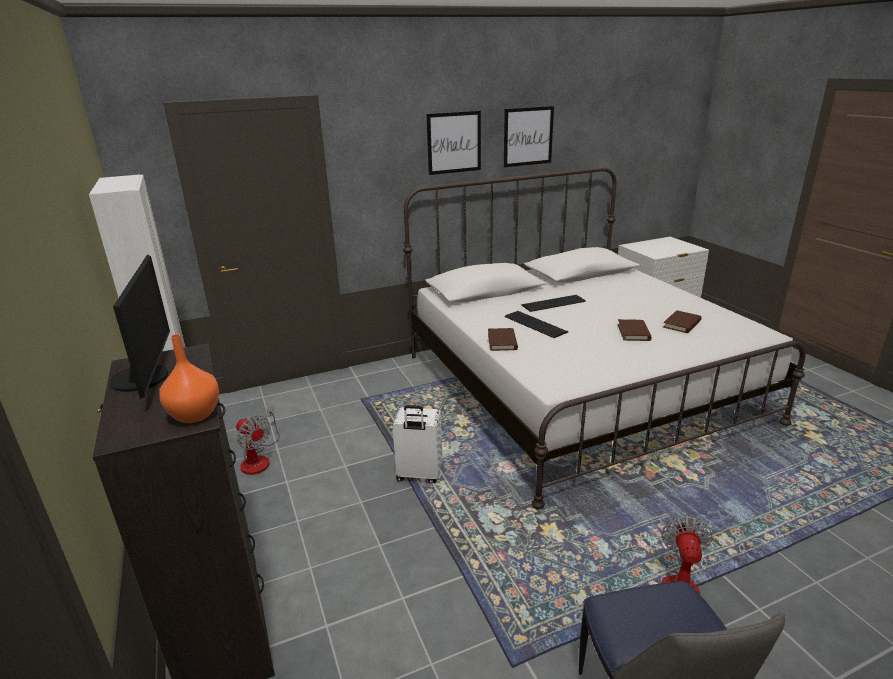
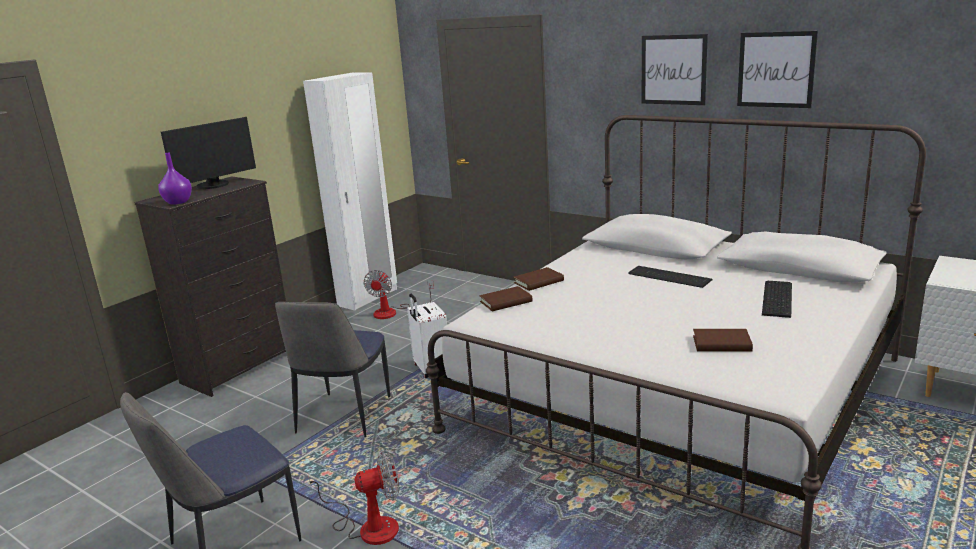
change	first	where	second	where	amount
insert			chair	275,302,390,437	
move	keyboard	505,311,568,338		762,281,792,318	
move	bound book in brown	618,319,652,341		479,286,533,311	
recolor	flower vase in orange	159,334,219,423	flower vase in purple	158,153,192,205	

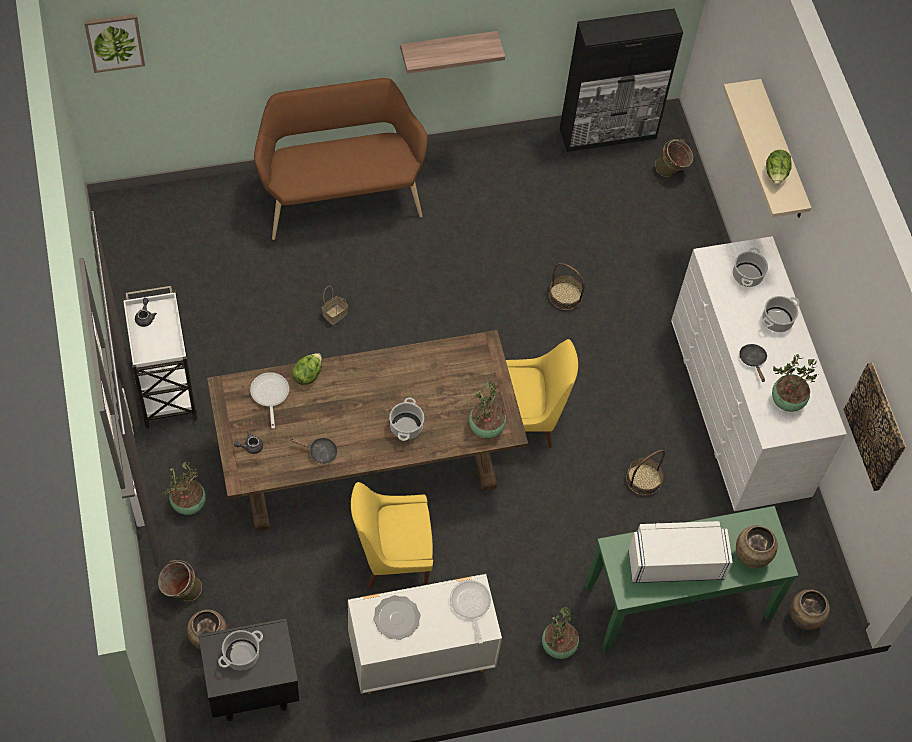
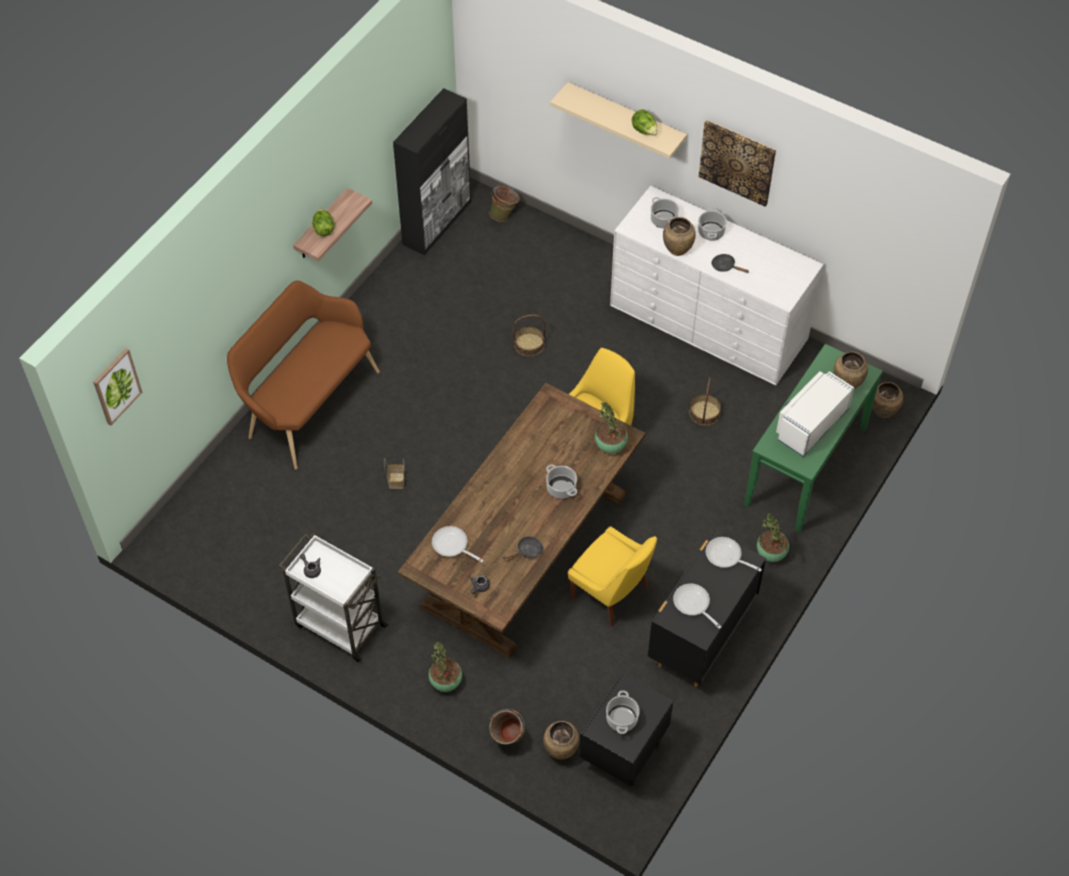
change	first	where	second	where	amount
delete	houseplant	772,354,818,412			
insert			flower vase in brown	663,217,696,256	
move	head of lettuce	292,353,322,385		312,208,334,236	
move	wall picture	843,362,906,491		699,120,776,207	
replace	flat dish	373,595,421,640	skillet	673,583,721,629	
recolor	drawer chest in whitish	348,574,502,694	drawer chest in black-coloured	648,531,766,687	
rotate	chair in yellow	351,482,433,589		568,526,657,626	90 degrees counterclockwise

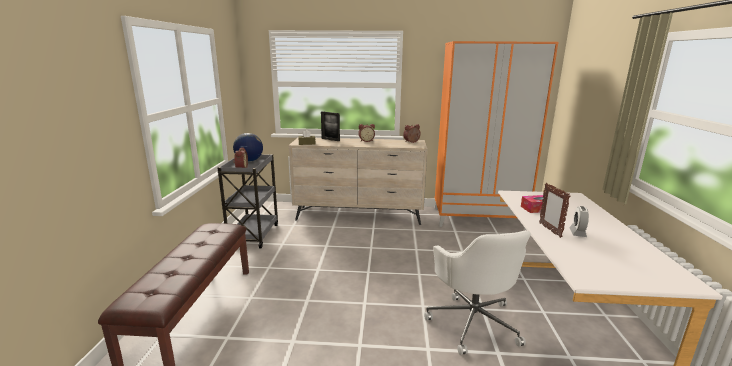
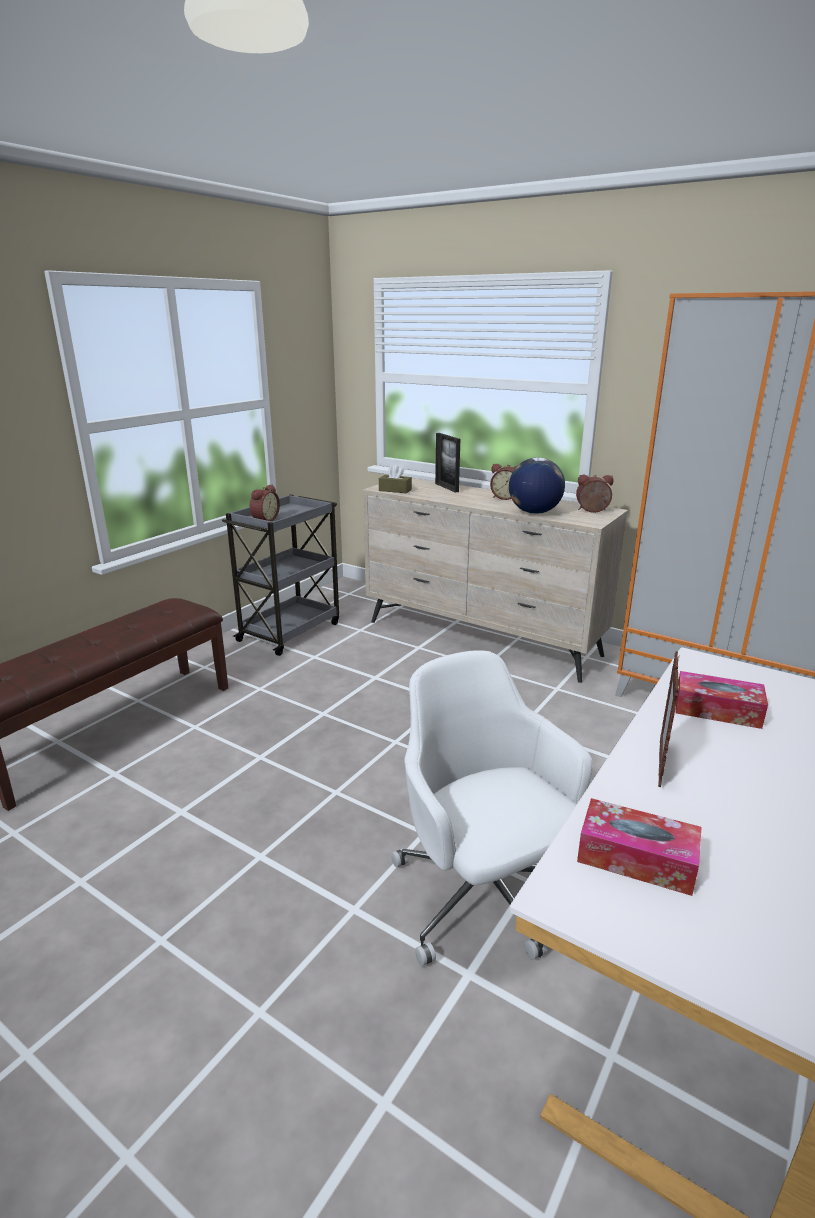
change	first	where	second	where	amount
delete	table clock	569,206,589,237			
insert			tissue holder	577,798,701,896	
move	desk globe	233,133,263,162		509,457,565,514	
rotate	desk chair in whitish	424,230,531,355		391,650,593,966	135 degrees clockwise

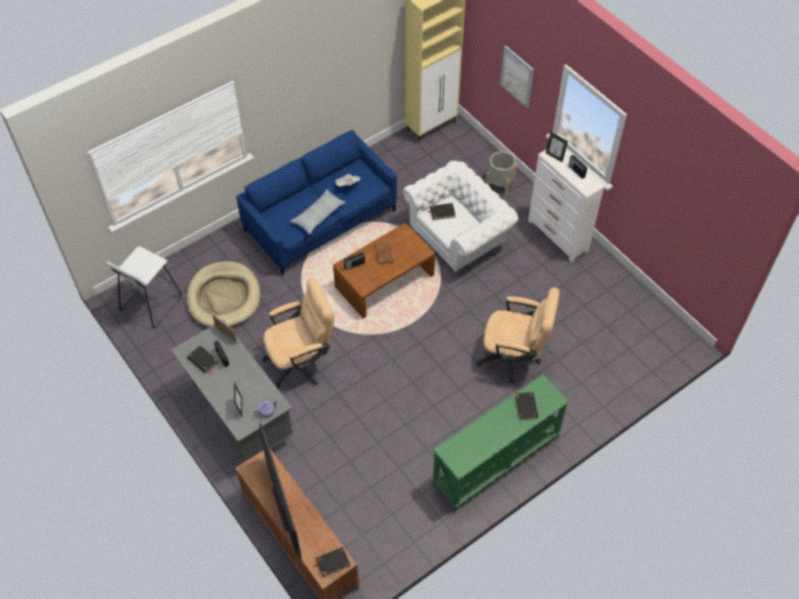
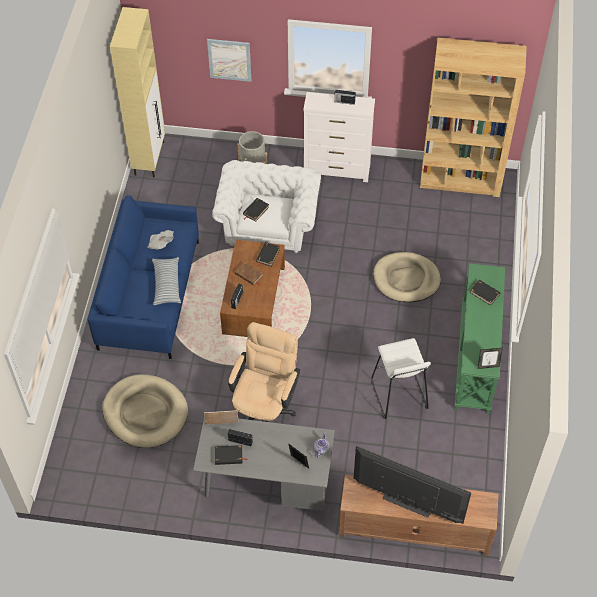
change	first	where	second	where	amount
insert			bookshelf in brown	420,38,527,197	
move	sitting stool in whitish	106,246,182,328		371,338,431,419	
move	bound book in black-coloured	313,547,350,577		256,242,280,266	
move	standing frame	545,132,568,162		477,348,503,369	
replace	desk chair in beige	476,287,560,383	pet bed in beige	373,252,441,302	

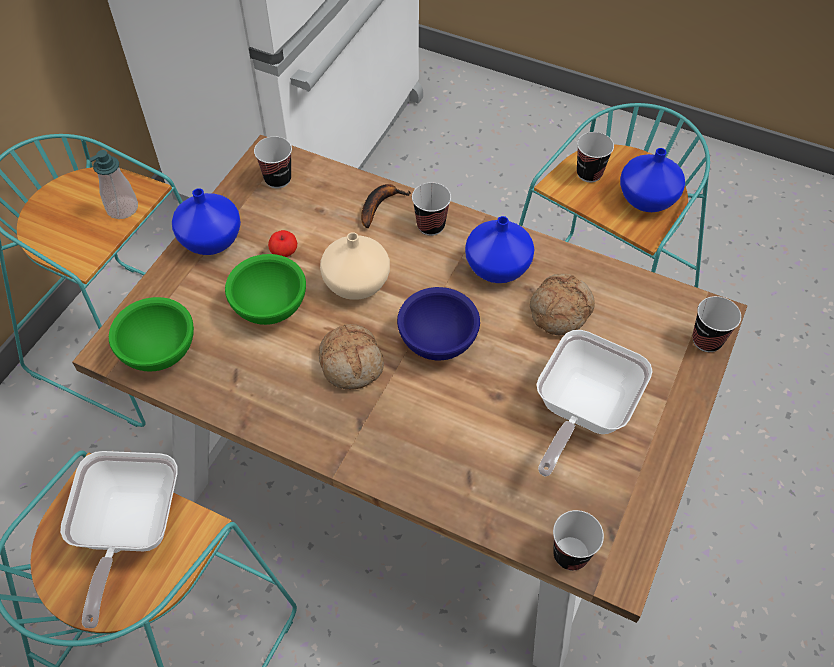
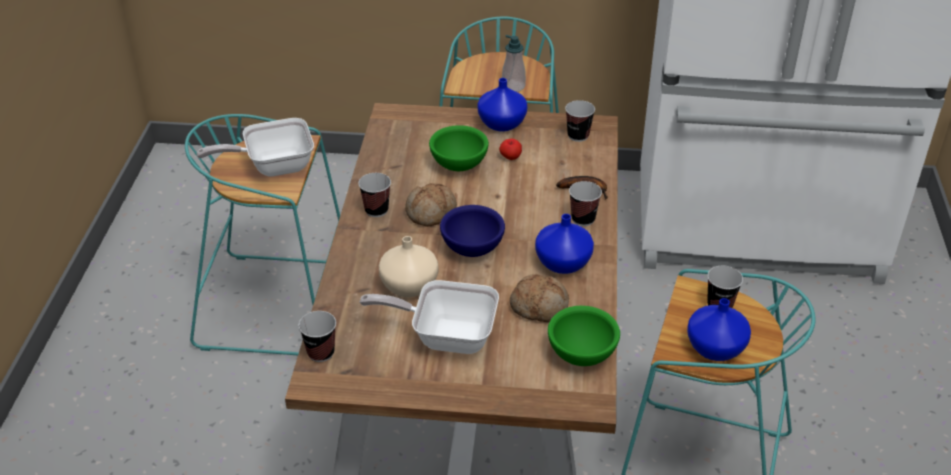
change	first	where	second	where	amount
move	bowl in greenish	109,297,194,372		548,306,620,366	
move	flower vase in beige	320,232,390,300		379,236,438,297	
move	cup	692,296,741,352		358,173,391,217	

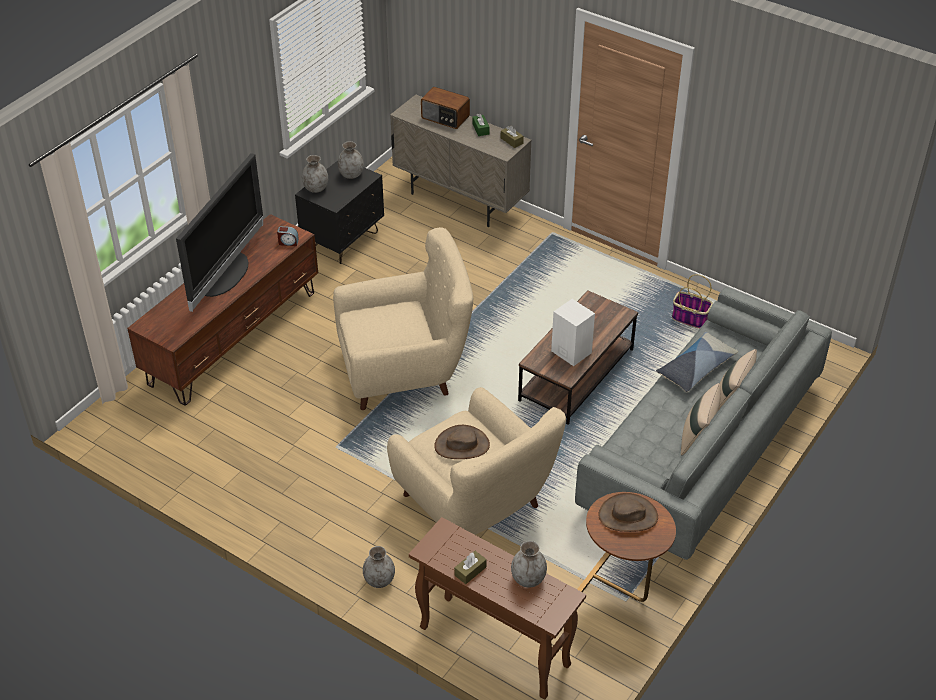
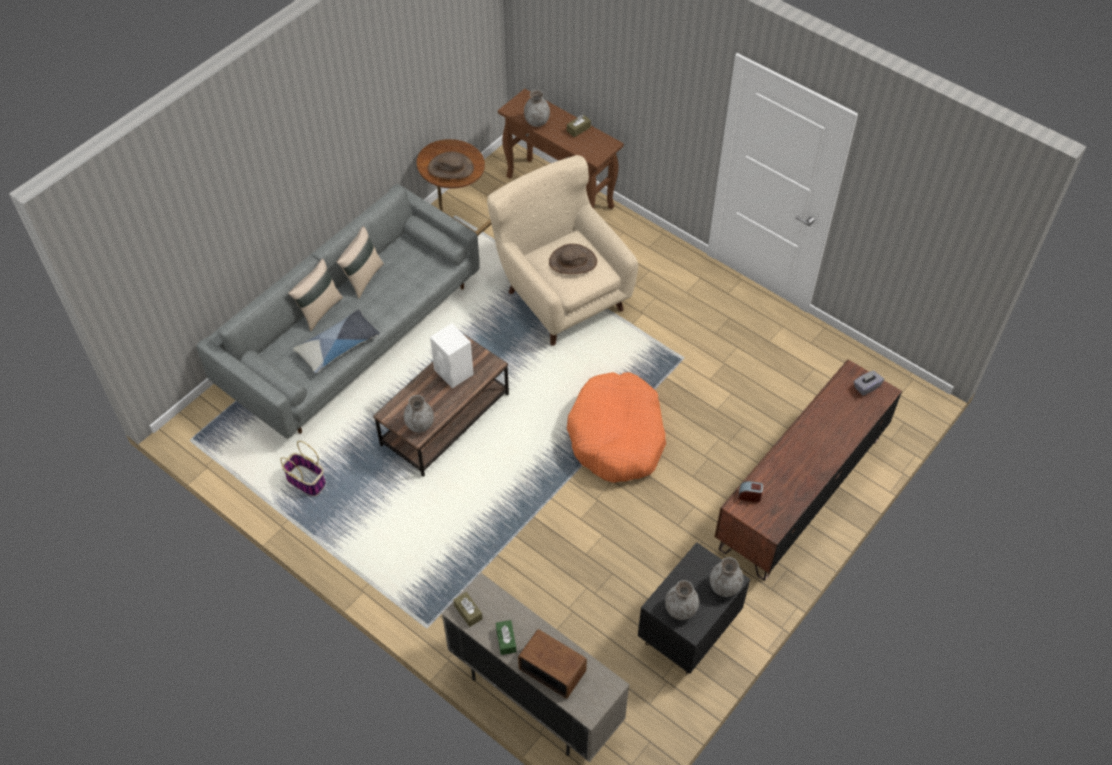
change	first	where	second	where	amount
delete	TV	176,153,263,312			
insert			tissue holder in greyish	853,371,884,396	
move	flower vase in greyish	363,546,395,588		404,395,434,433	
replace	lounge chair in beige	333,227,473,410	pet bed in orange	567,372,666,483	

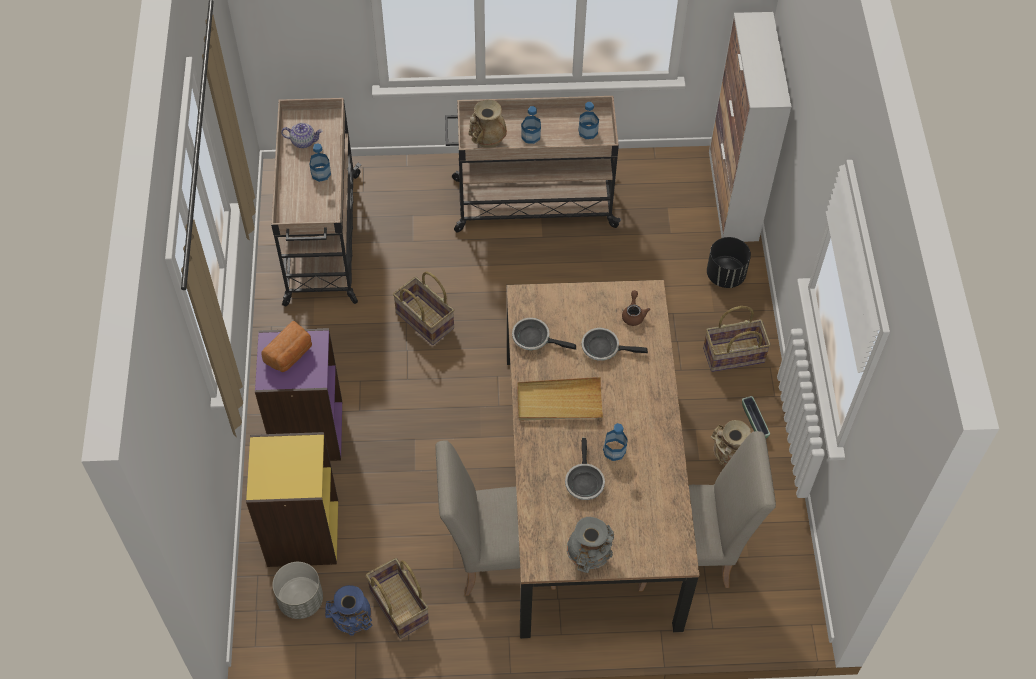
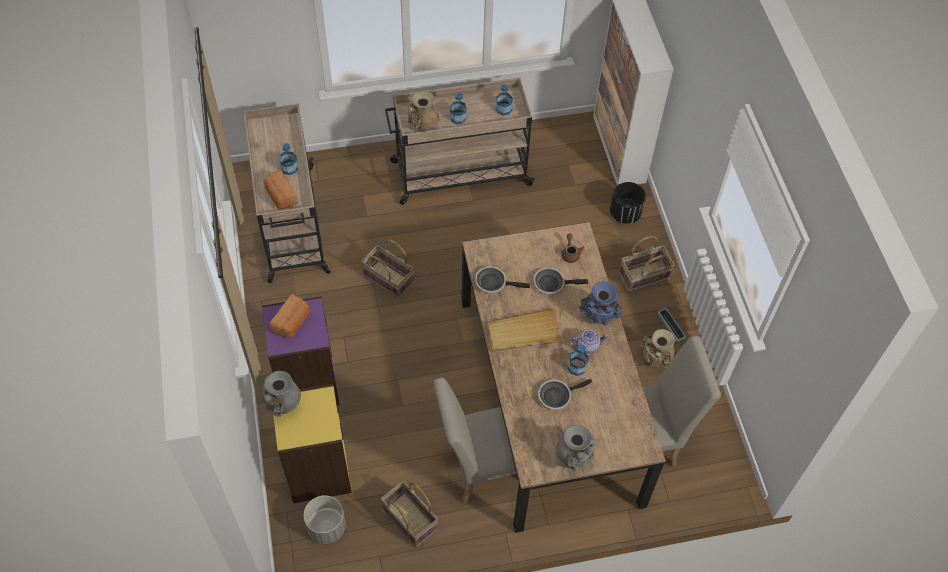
change	first	where	second	where	amount
insert			flower vase in greyish	262,371,301,417	
insert			baked bread	263,170,298,209	
move	tea pot	281,123,322,148		569,329,609,354	
move	flower vase in bluish	325,585,372,636		579,282,622,326	
rotate	skillet	565,438,605,500		538,379,592,410	75 degrees clockwise

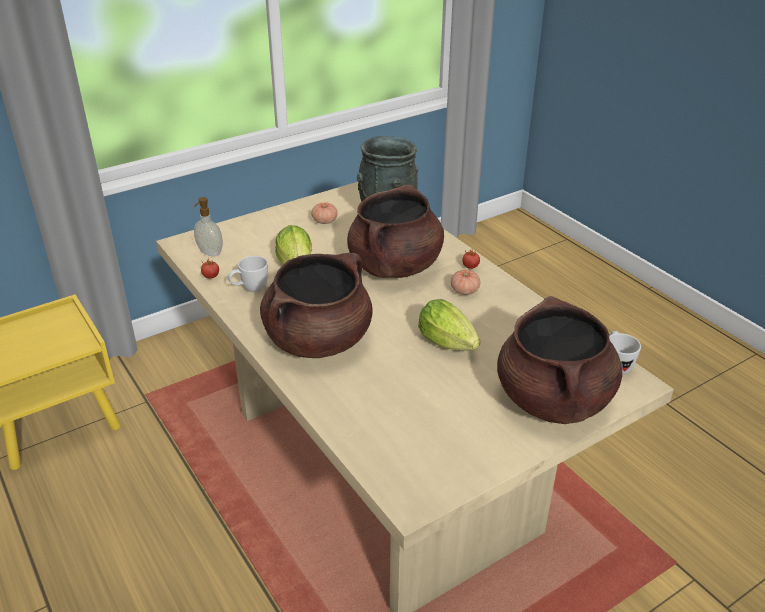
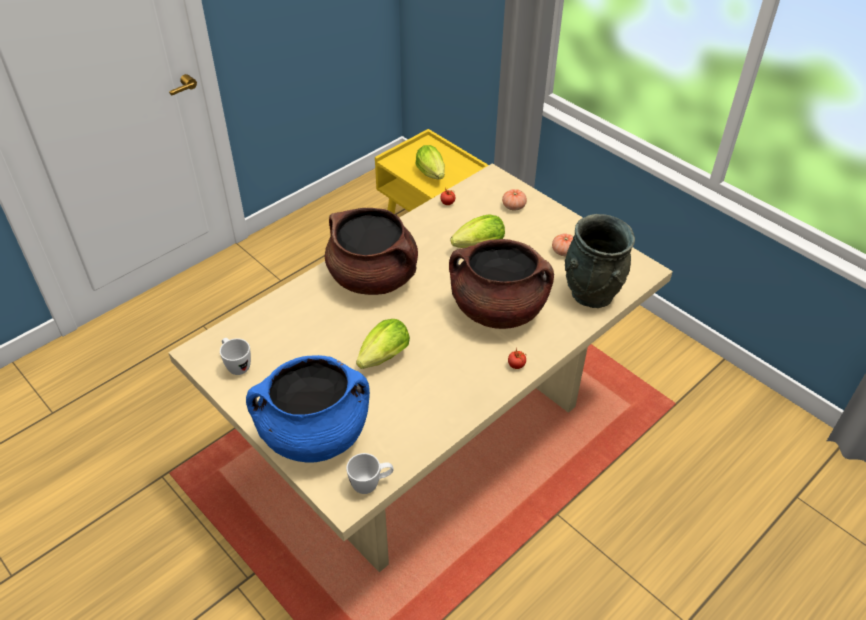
change	first	where	second	where	amount
delete	soap dispenser	194,197,223,257			
insert			head of lettuce	416,145,445,179	
move	mug in whitish	228,256,268,292		220,338,251,375	
move	whole tomato	451,270,480,295		502,189,527,211	
recolor	cooking pot in brown	497,296,622,424	cooking pot in bluish	246,355,370,463	

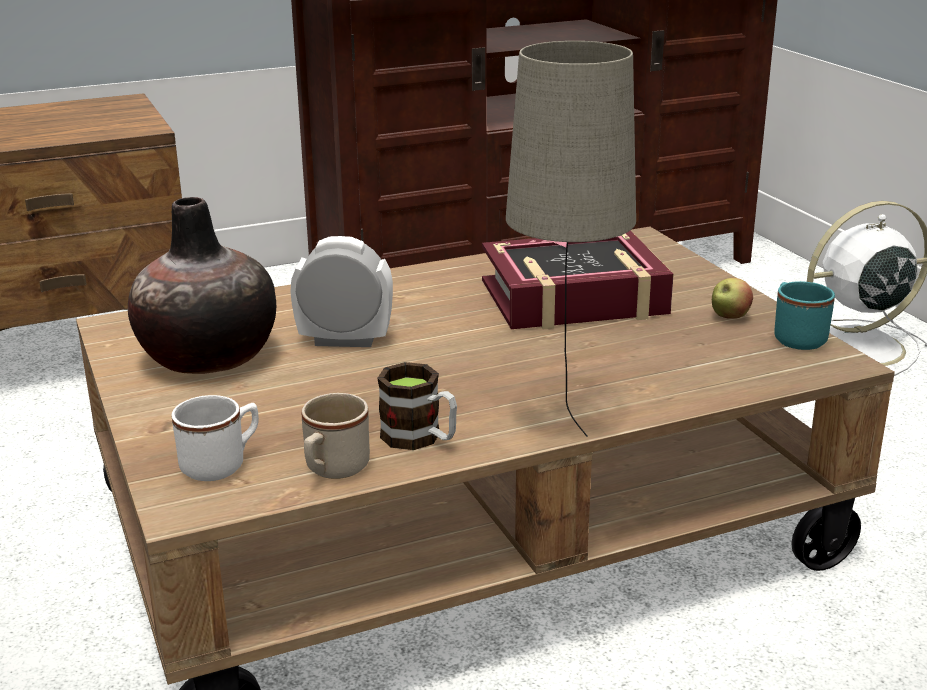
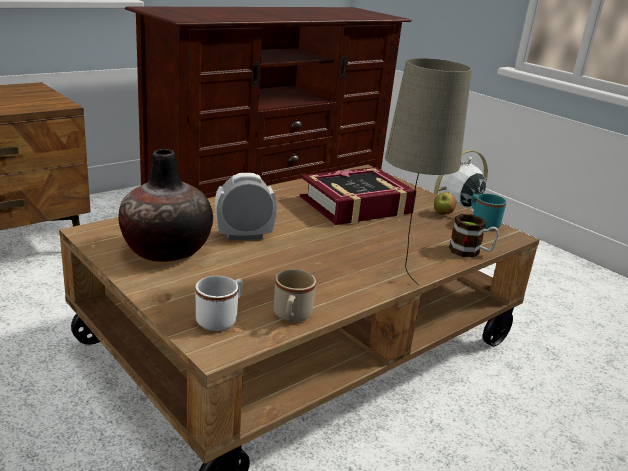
change	first	where	second	where	amount
move	mug	377,362,457,450		449,214,499,258	

